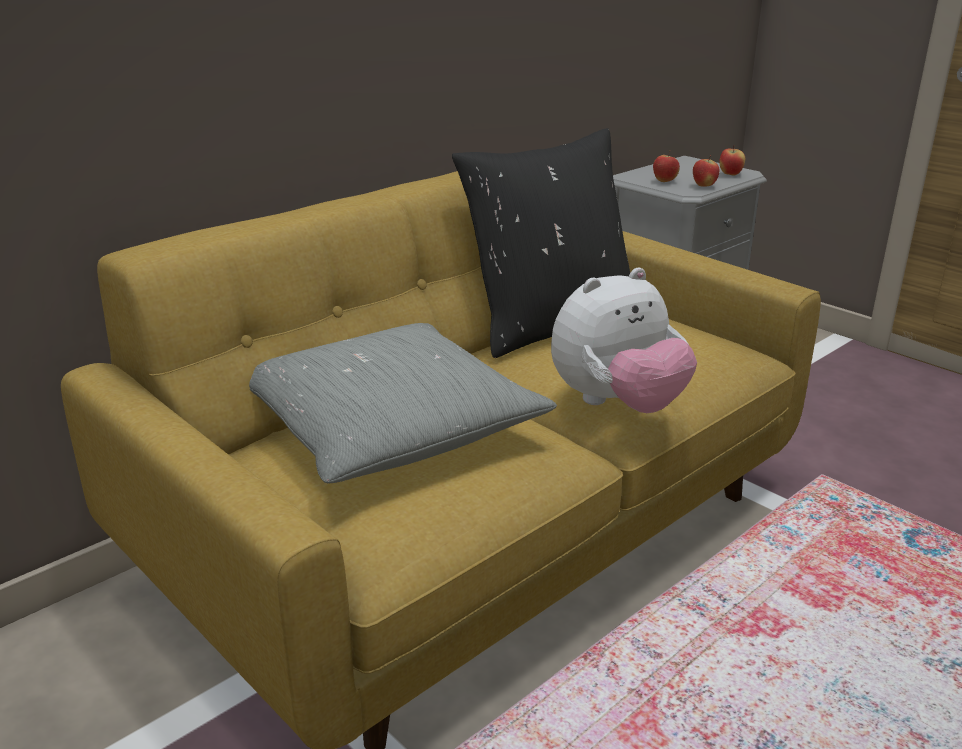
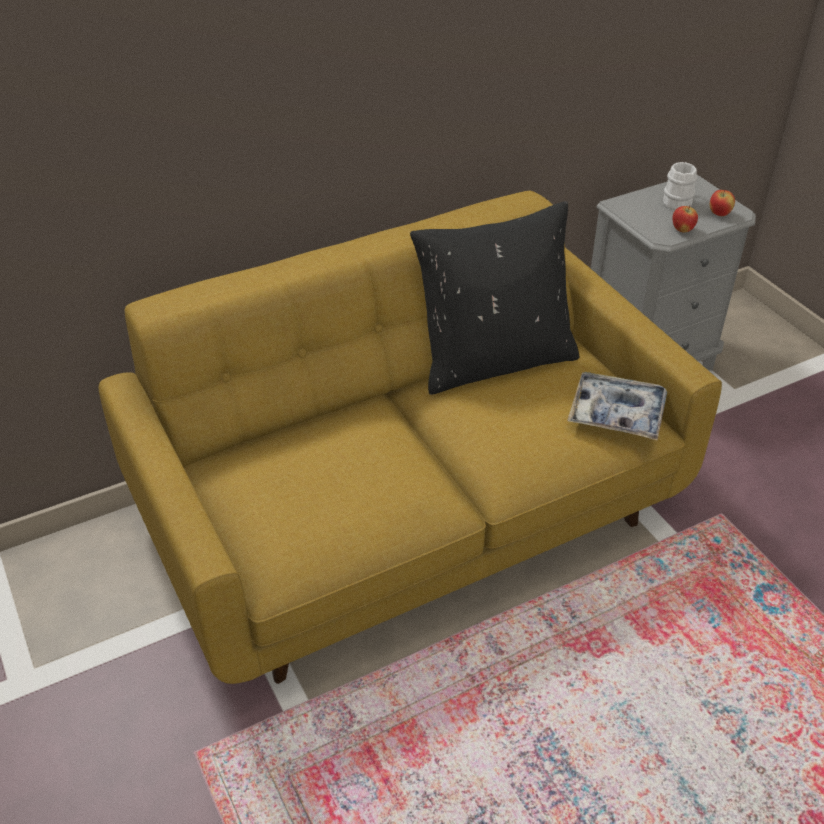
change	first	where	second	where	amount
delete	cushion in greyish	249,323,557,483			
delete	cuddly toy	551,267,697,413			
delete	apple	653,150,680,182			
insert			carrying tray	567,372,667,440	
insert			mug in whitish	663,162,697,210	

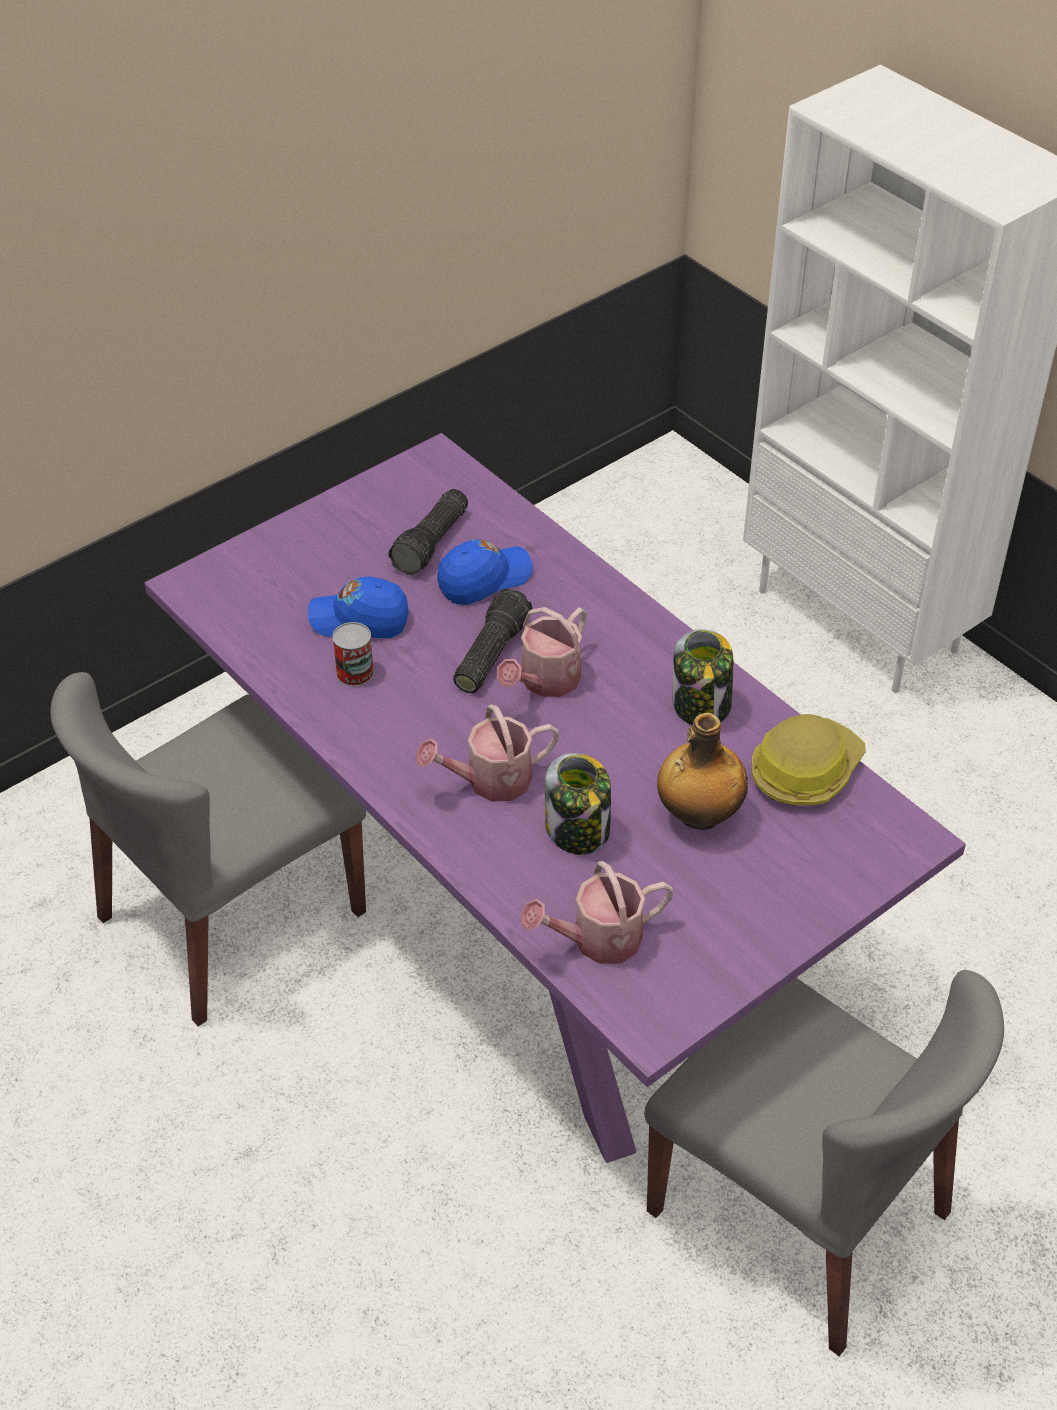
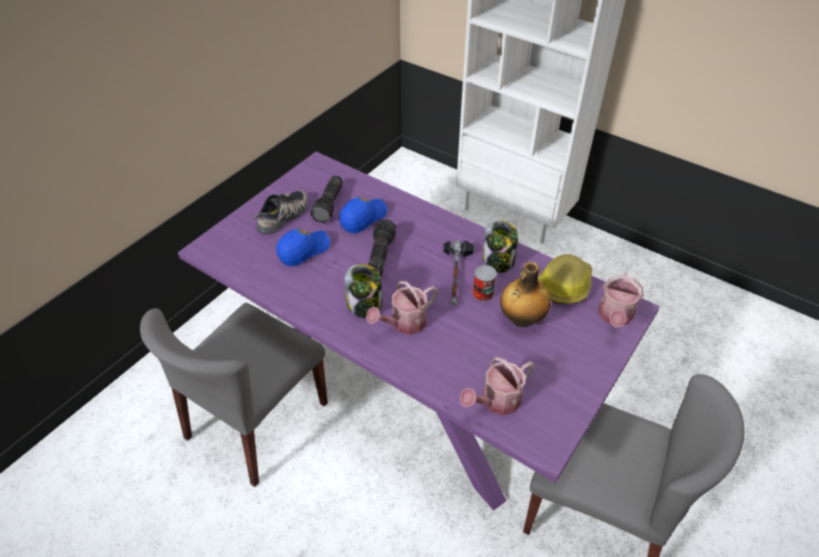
change	first	where	second	where	amount
insert			low shoe	253,190,308,234	
insert			tool hammer	443,240,474,305	
move	sealed can	332,622,374,686		473,265,497,301	
move	watering pot	497,607,587,697		598,271,644,327	
move	preserve jar	545,753,611,855		344,264,382,318	
rotate	peaked cap in bluish	308,577,409,638		277,229,330,266	150 degrees clockwise

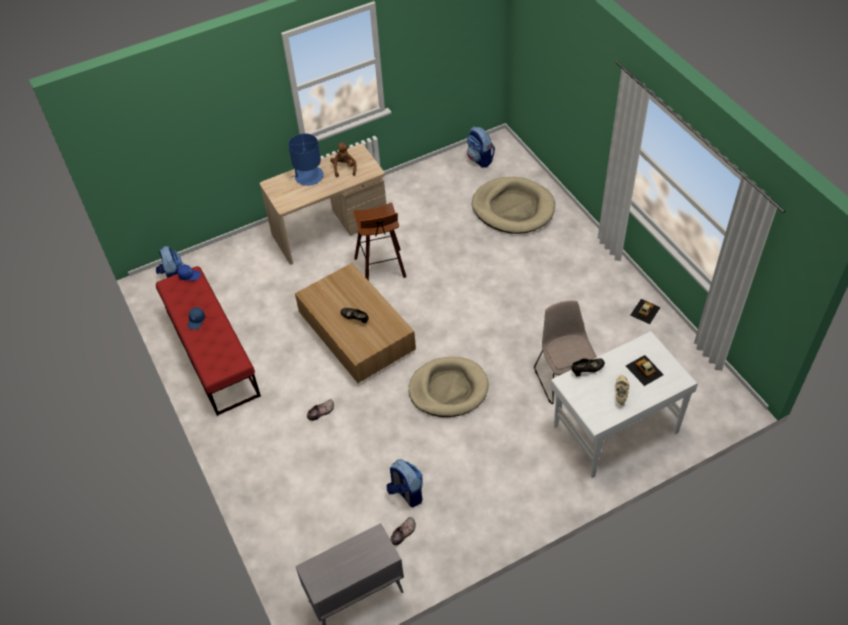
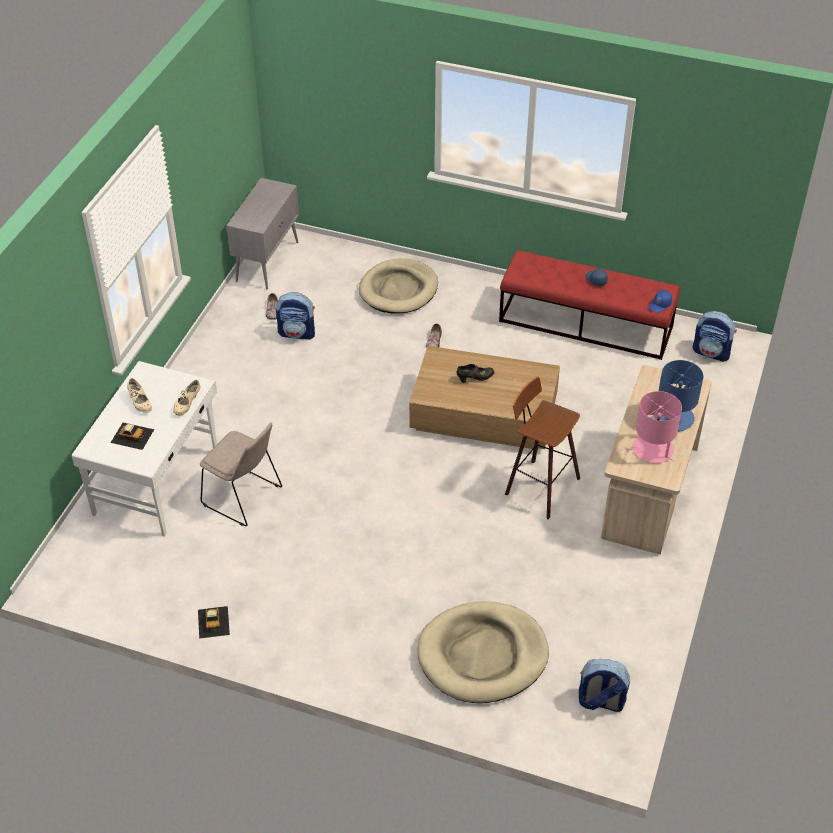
change	first	where	second	where	amount
move	pet bed in beige	409,357,488,417		359,258,438,313	
replace	cuddly toy in brown	330,142,357,177	lamp for a table in pinkish	633,391,682,463	
recolor	low shoe in black-coloured	571,358,605,377	low shoe in beige	173,380,201,415	

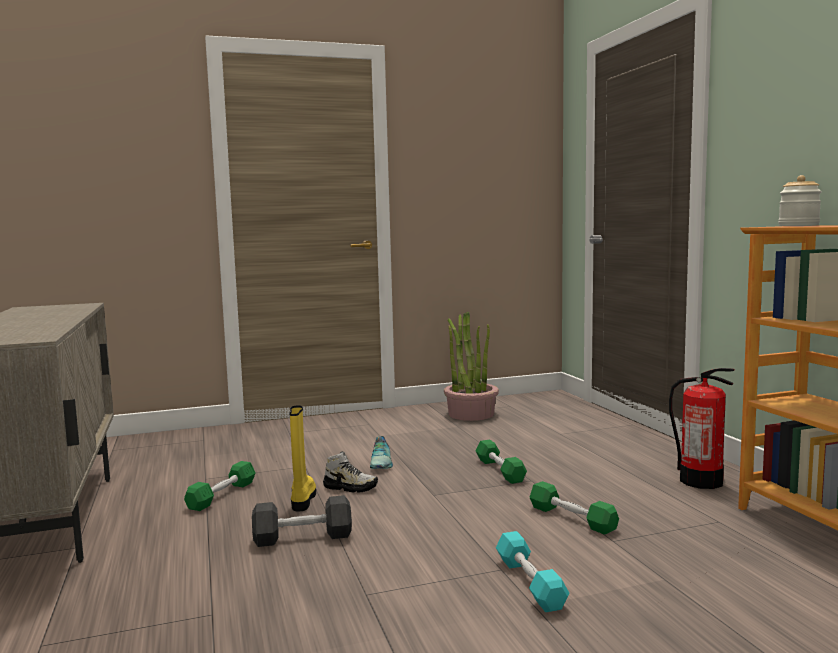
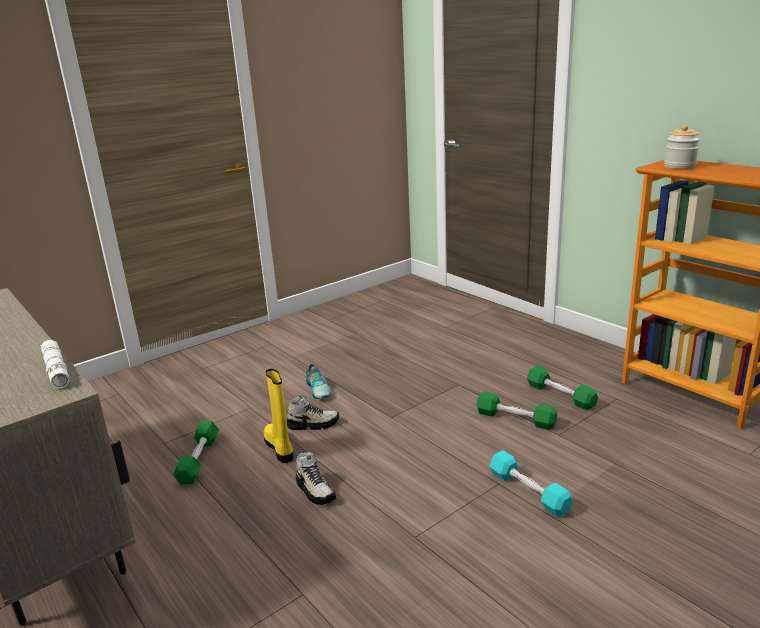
change	first	where	second	where	amount
delete	houseplant	444,312,499,421			
delete	fire-fighting cylinder	669,368,734,489			
insert			flashlight in whitish	40,340,70,389	
move	free weight in greenish	476,440,527,484		527,366,598,410	
replace	free weight in black-coloured	252,495,352,547	low shoe	296,453,336,505	

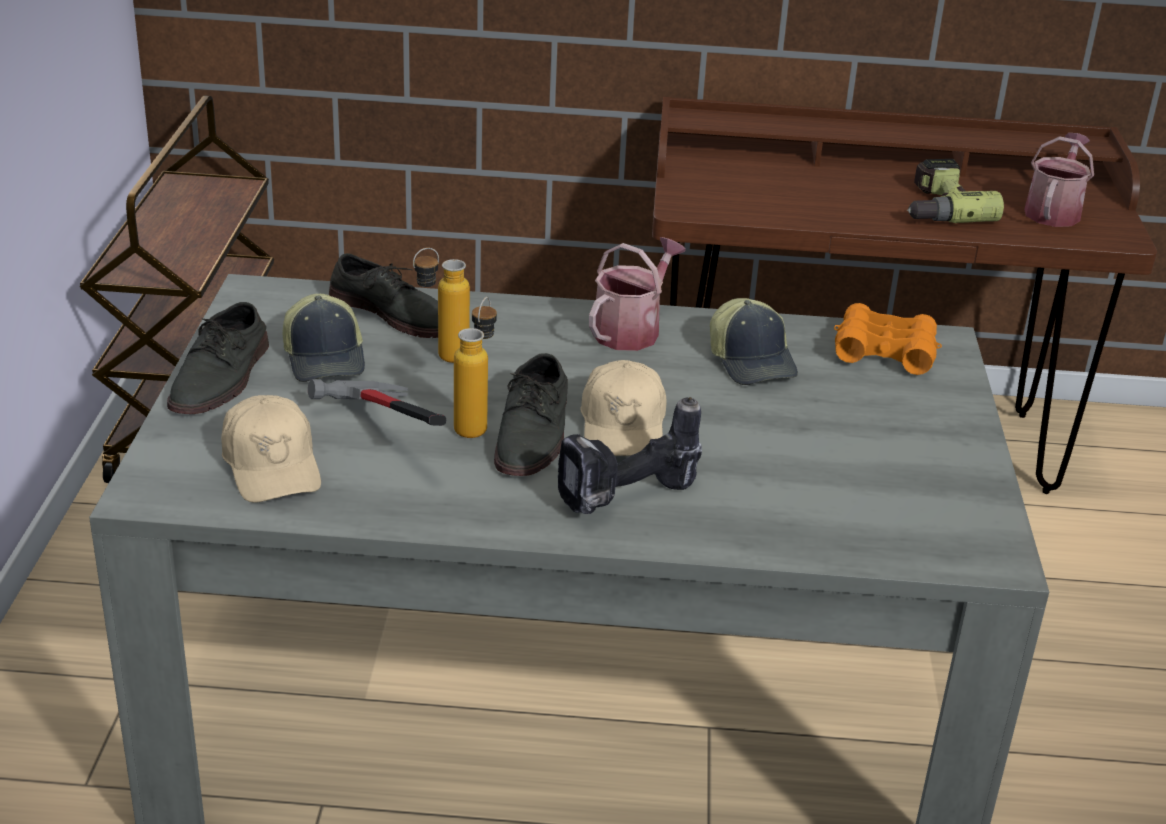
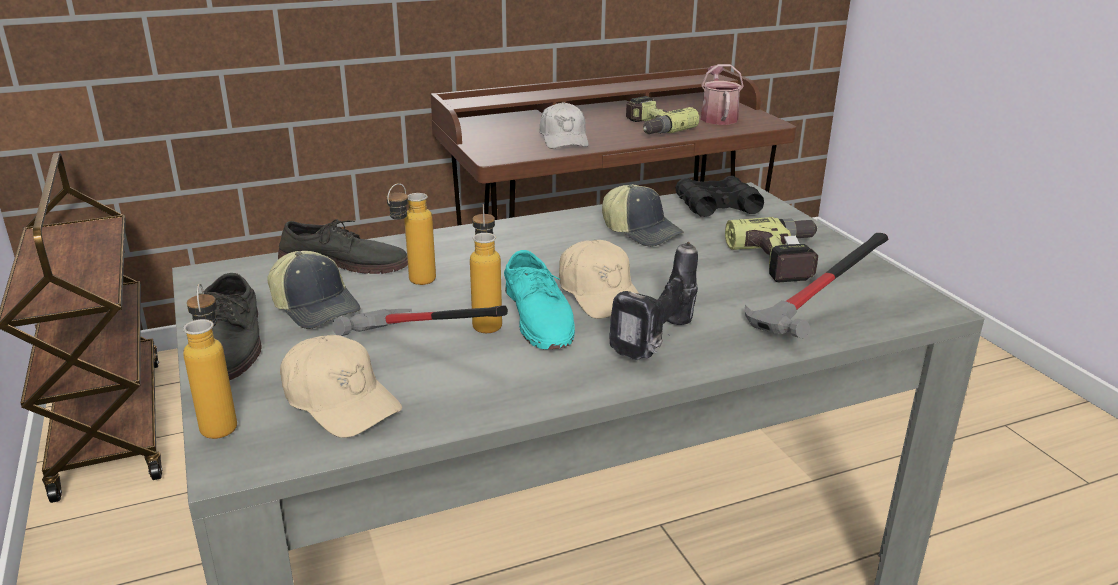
change	first	where	second	where	amount
delete	watering pot	589,237,686,351			
insert			beverage bottle	183,284,237,439	
insert			peaked cap in whitish	539,102,589,149	
insert			power drill	725,217,818,282	
insert			tool hammer	745,233,888,339	
recolor	low shoe in greyish	494,353,568,476	low shoe in turquoise	504,250,575,349	
recolor	pair of binoculars in orange	834,303,942,375	pair of binoculars in black-coloured	676,176,764,217	

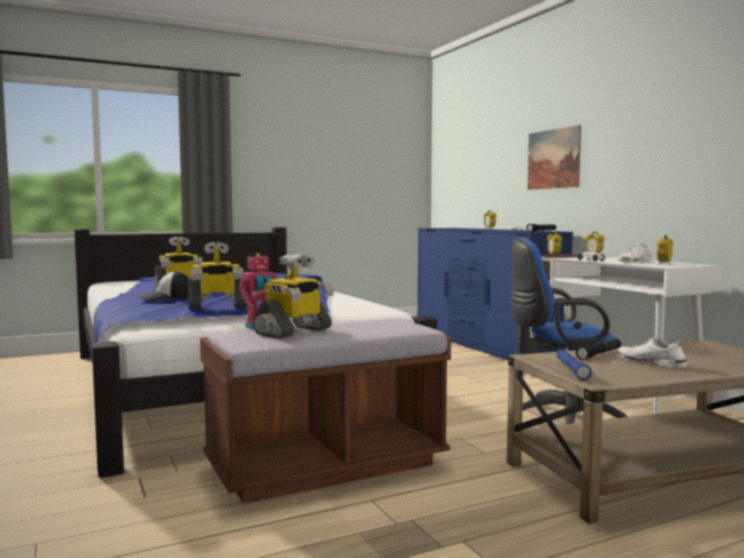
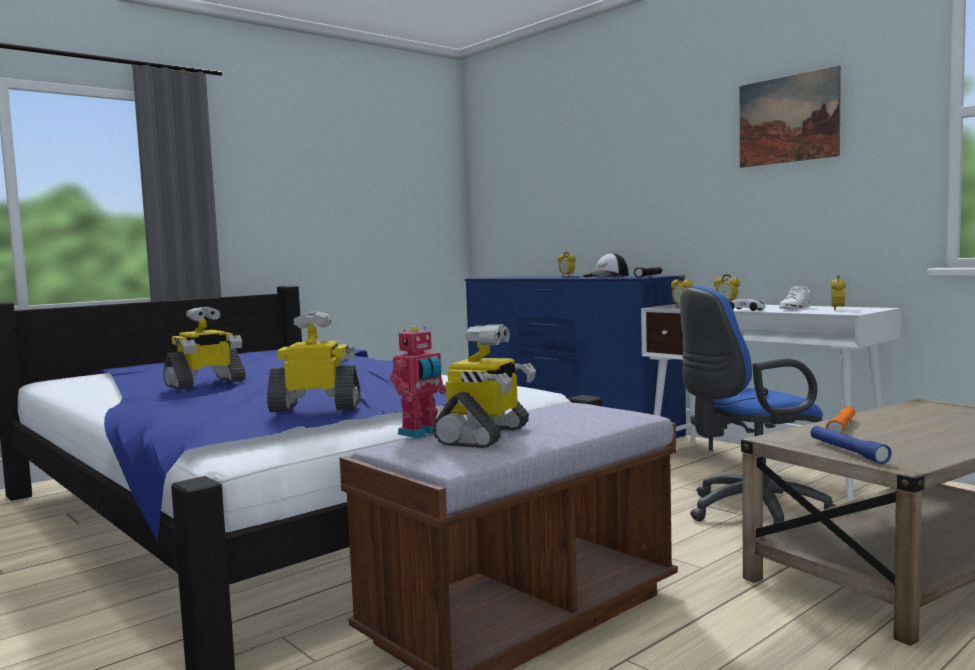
change	first	where	second	where	amount
delete	low shoe in whitish	617,337,687,368			
move	peaked cap	138,271,189,301		583,253,629,277	
move	wall picture	528,125,581,190		740,66,841,168	
recolor	flashlight in black-coloured	576,339,621,360	flashlight in orange	826,406,855,434	
rotate	toy robot	188,242,248,309		267,311,361,412	150 degrees counterclockwise

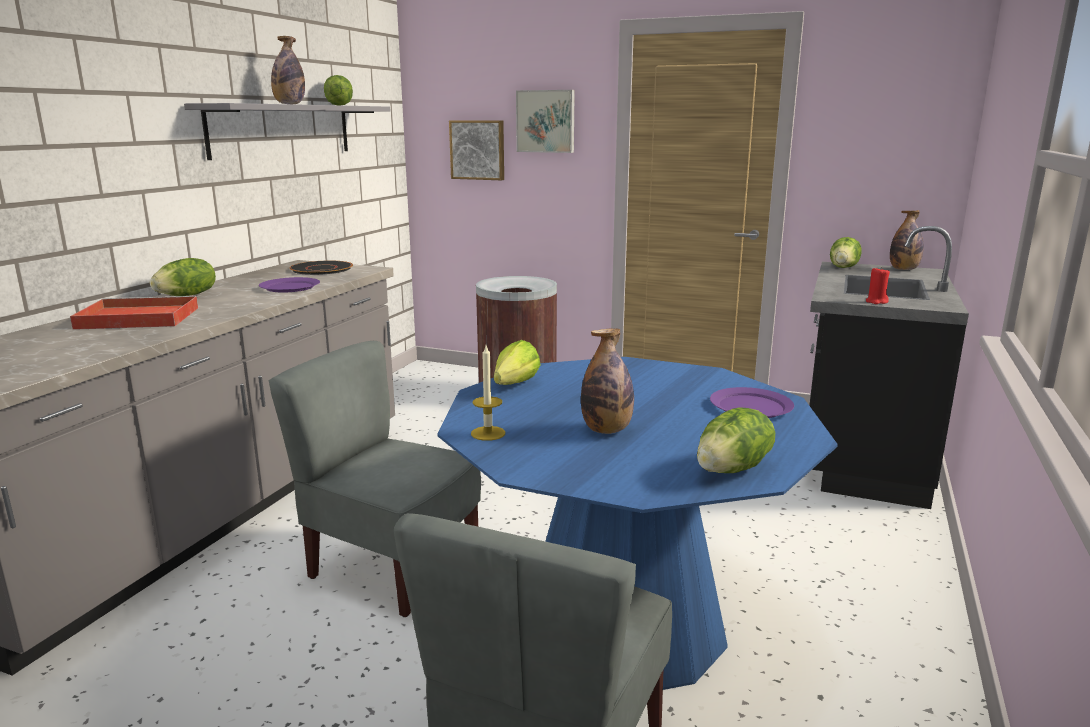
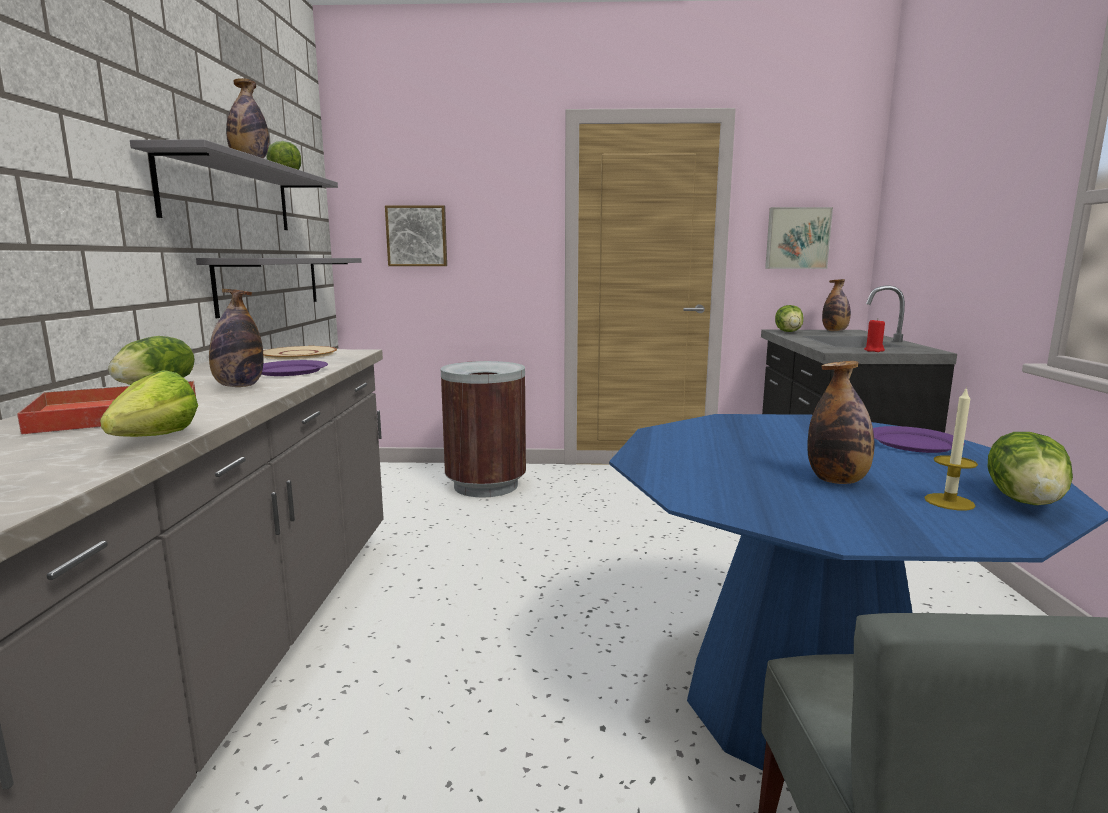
change	first	where	second	where	amount
delete	chair in greyish	269,341,481,617			
insert			bracket shelf in greyish	196,258,361,318	
insert			beverage bottle	209,289,264,387	
move	candle	471,346,505,441		924,386,978,510	
move	head of lettuce	494,340,541,385		100,370,198,437	
move	wall picture	516,90,575,153		765,207,833,269	
recolor	flat dish in black-coloured	290,261,353,275	flat dish in beige	263,346,337,360	

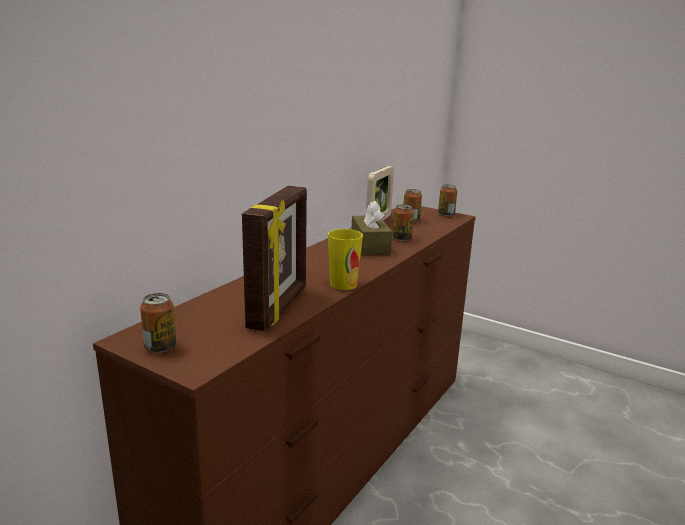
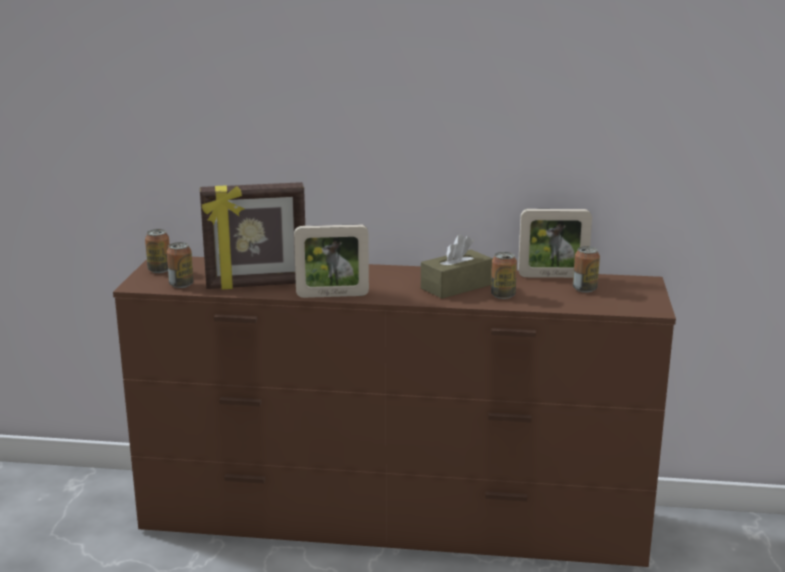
change	first	where	second	where	amount
move	sealed can	438,185,457,216		167,242,193,288	
replace	cup	328,229,363,290	standing frame	294,224,369,298	

